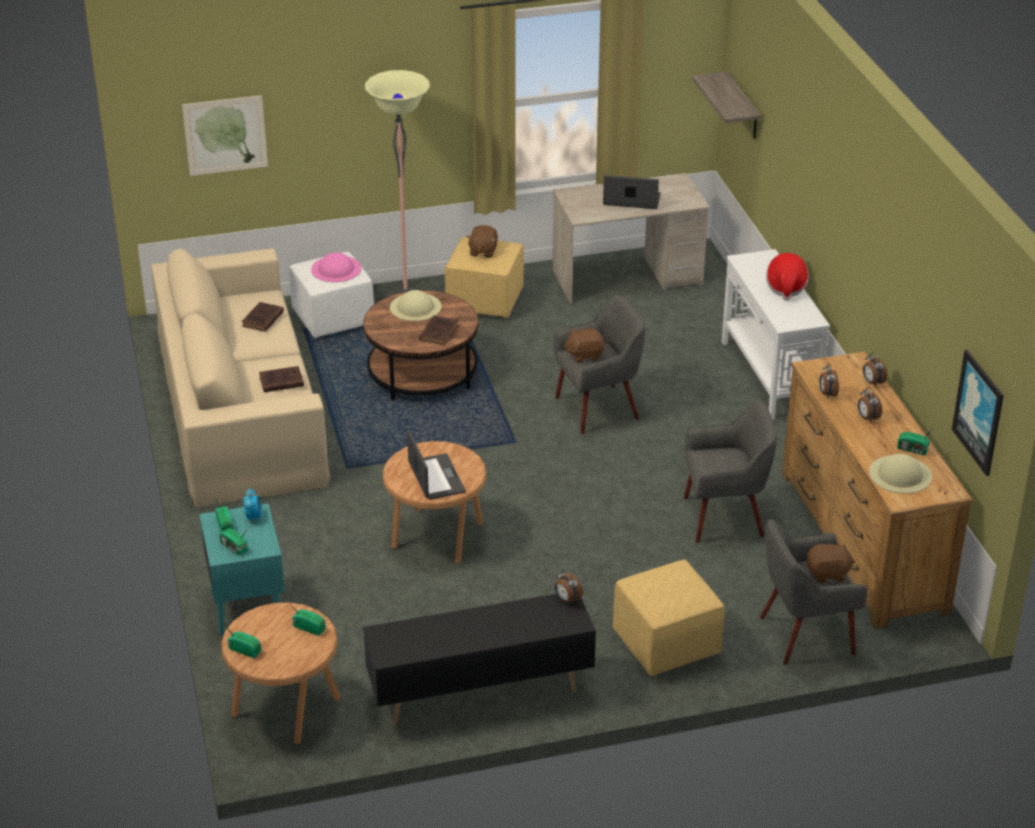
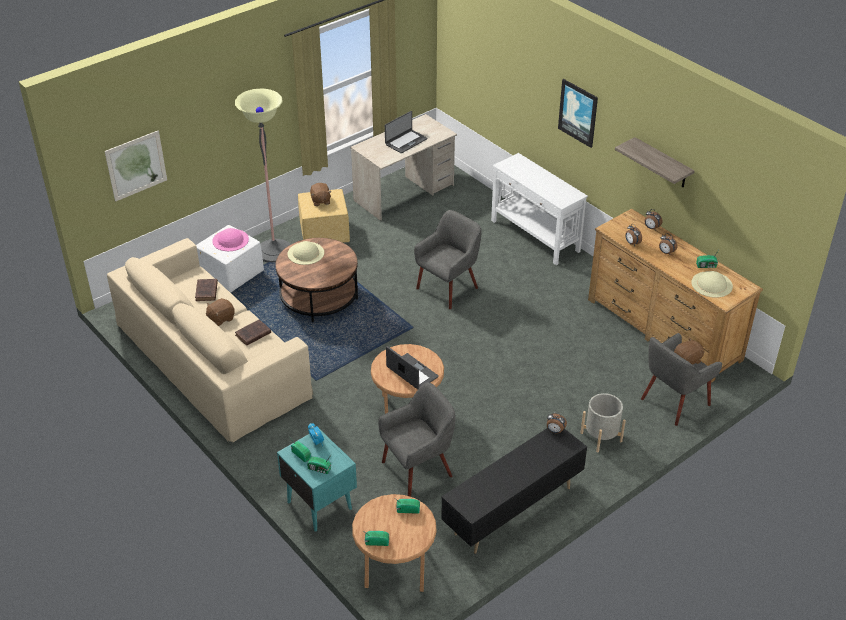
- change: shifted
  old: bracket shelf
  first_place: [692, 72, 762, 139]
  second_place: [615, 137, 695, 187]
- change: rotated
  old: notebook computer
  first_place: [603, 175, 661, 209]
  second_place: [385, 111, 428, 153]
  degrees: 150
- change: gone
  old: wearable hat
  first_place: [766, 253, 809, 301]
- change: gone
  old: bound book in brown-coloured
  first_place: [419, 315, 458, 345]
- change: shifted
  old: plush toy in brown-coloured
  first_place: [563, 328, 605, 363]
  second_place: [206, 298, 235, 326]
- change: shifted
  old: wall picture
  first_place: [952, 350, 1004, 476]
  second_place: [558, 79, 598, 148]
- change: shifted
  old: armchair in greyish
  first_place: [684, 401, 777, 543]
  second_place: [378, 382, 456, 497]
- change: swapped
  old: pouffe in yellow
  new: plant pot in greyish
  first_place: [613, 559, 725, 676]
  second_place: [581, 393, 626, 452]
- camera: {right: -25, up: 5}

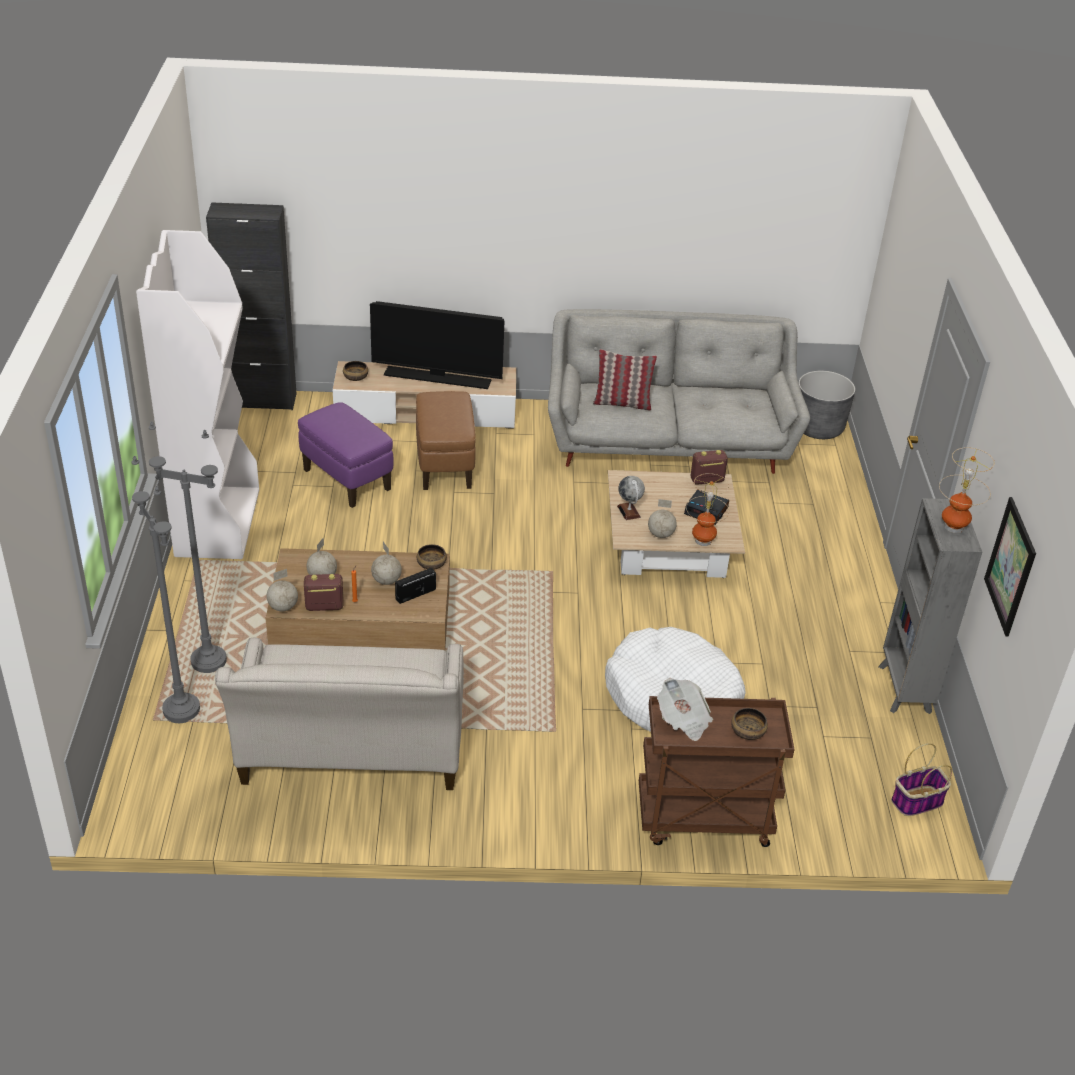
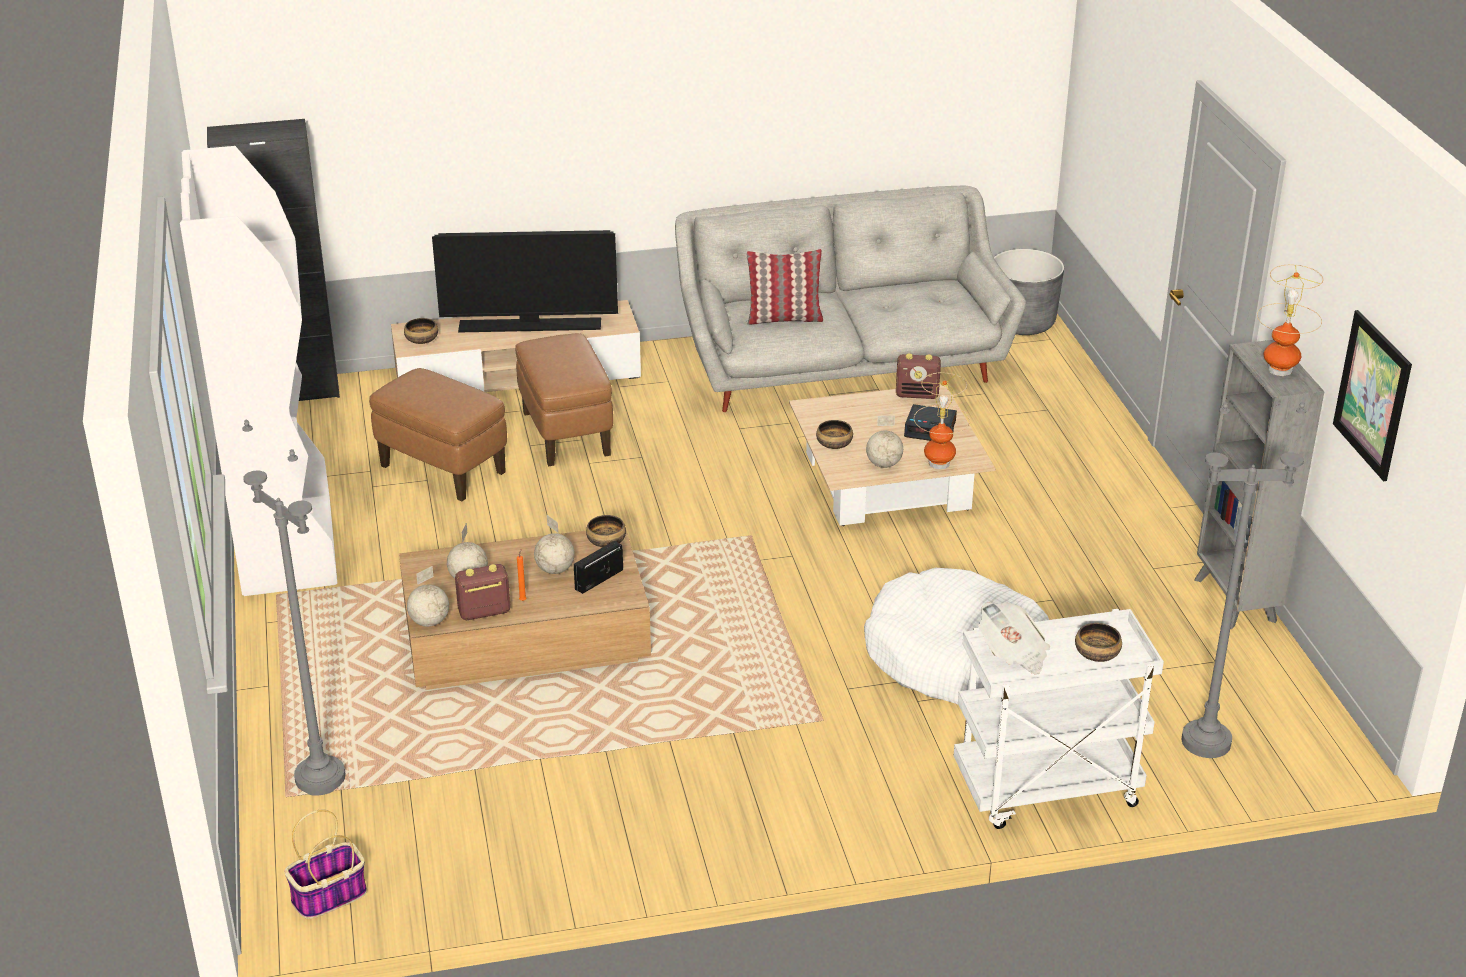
- change: repainted
  old: pouffe in purple
  new: pouffe in brown-coloured
  first_place: [298, 402, 393, 508]
  second_place: [369, 368, 507, 501]
- change: shifted
  old: floor lamp in greyish
  first_place: [149, 421, 227, 673]
  second_place: [1182, 402, 1306, 758]
- change: rotated
  old: radio set
  first_place: [691, 450, 728, 485]
  second_place: [896, 354, 941, 399]
  degrees: -150
- change: swapped
  old: globe
  new: serving bowl
  first_place: [617, 476, 645, 520]
  second_place: [816, 420, 853, 449]
- change: gone
  old: couch in sand-coloured
  first_place: [215, 638, 464, 790]
- change: repainted
  old: cart in brown-coloured
  new: cart in white-coloured
  first_place: [639, 696, 795, 847]
  second_place: [954, 609, 1164, 829]
- change: shifted
  old: basket
  first_place: [891, 743, 952, 816]
  second_place: [284, 810, 367, 919]
- camera: {right: -10, up: -5}

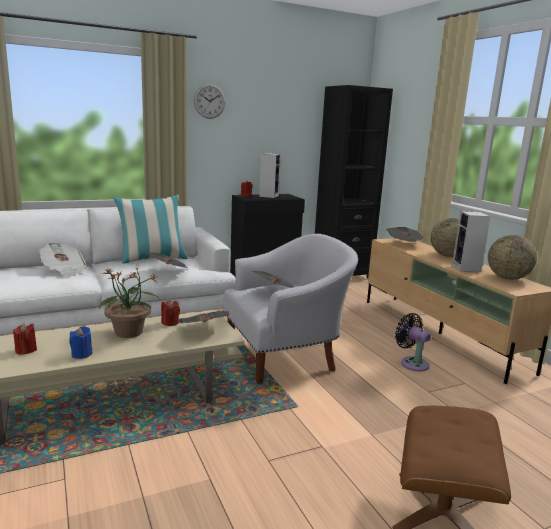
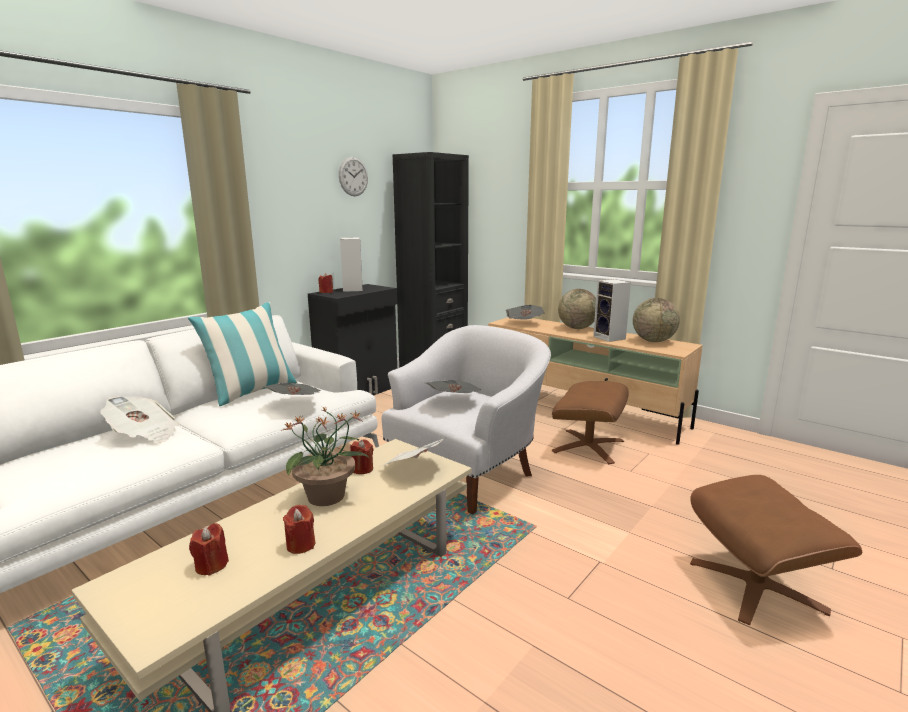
- change: shifted
  old: clock on the wall
  first_place: [194, 84, 226, 119]
  second_place: [339, 157, 368, 196]
- change: swapped
  old: fan in black-coloured
  new: pouffe in brown-coloured
  first_place: [395, 313, 431, 372]
  second_place: [552, 381, 629, 464]
- change: repainted
  old: wax candle in bluish
  new: wax candle in red
  first_place: [69, 326, 93, 359]
  second_place: [283, 505, 316, 554]
- camera: {right: -25, up: 0}

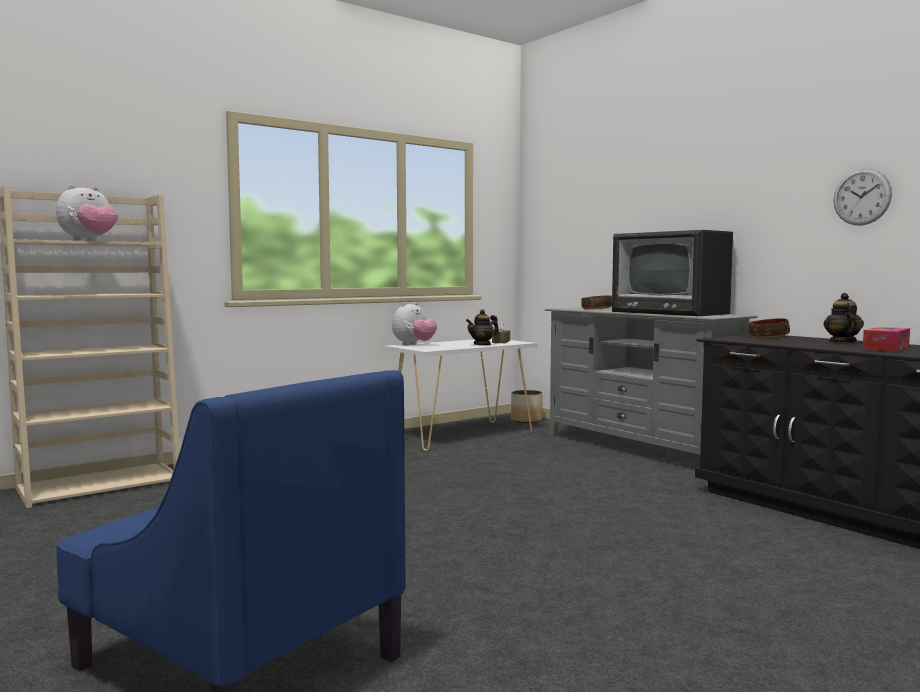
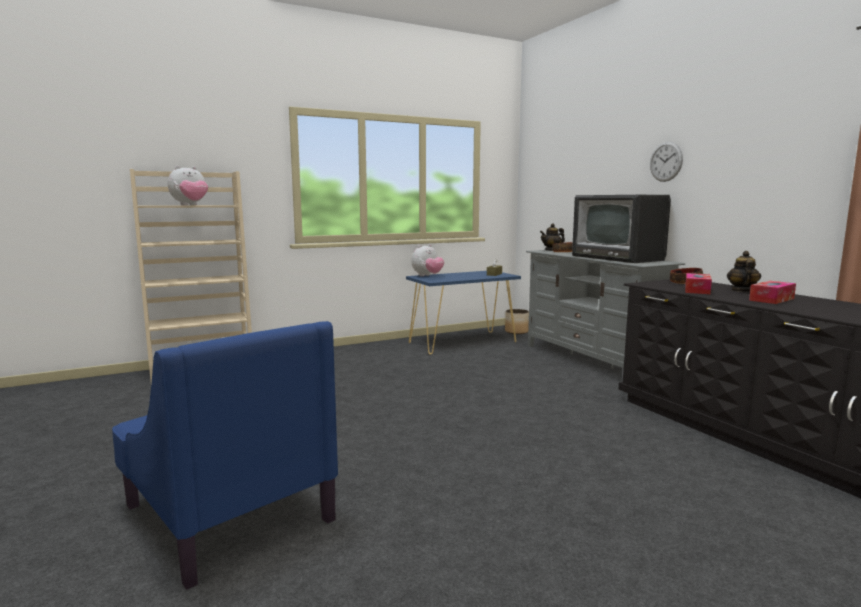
- change: shifted
  old: clock on the wall
  first_place: [833, 168, 892, 226]
  second_place: [650, 142, 683, 182]
- change: shifted
  old: teapot
  first_place: [466, 309, 499, 346]
  second_place: [540, 223, 565, 251]
- change: repainted
  old: hall table in white-coloured
  new: hall table in bluish
  first_place: [384, 338, 537, 451]
  second_place: [406, 271, 521, 354]
- change: new
  new: tissue holder
  second_place: [685, 273, 712, 294]
- camera: {right: 10, up: 5}

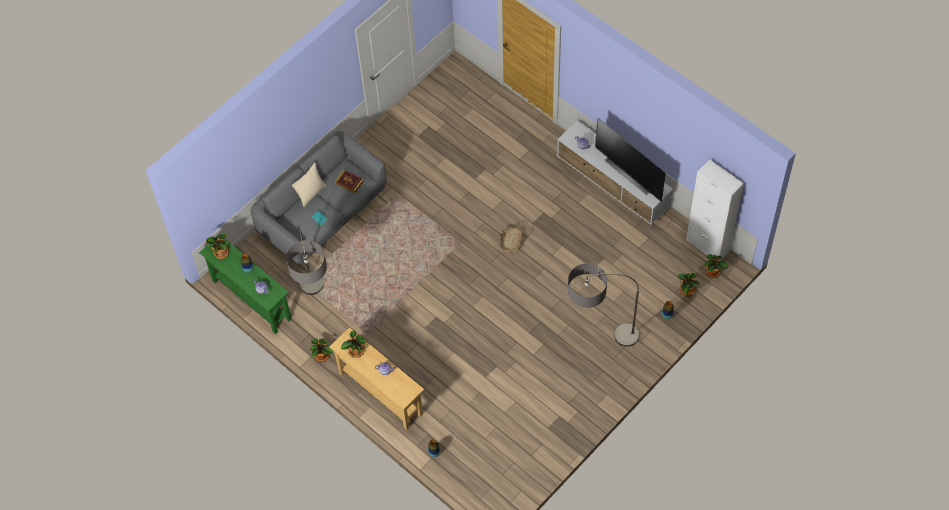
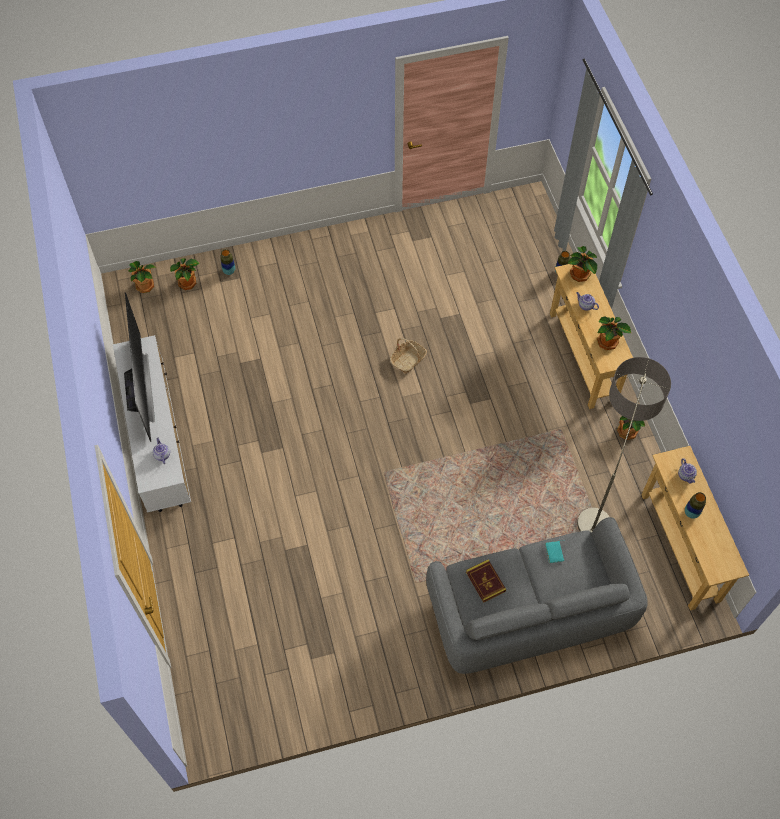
- change: gone
  old: cabinet in white-coloured
  first_place: [686, 159, 744, 260]
- change: gone
  old: cushion in sand-coloured
  first_place: [292, 163, 326, 207]
- change: shifted
  old: basket
  first_place: [499, 227, 522, 252]
  second_place: [390, 338, 427, 374]
- change: repainted
  old: hall table in green
  new: hall table in sand-coloured
  first_place: [199, 234, 292, 335]
  second_place: [641, 446, 749, 611]
- change: shifted
  old: houseplant
  first_place: [206, 234, 230, 259]
  second_place: [568, 246, 597, 282]
- change: gone
  old: floor lamp
  first_place: [568, 263, 639, 347]
- camera: {right: -150, up: 0}

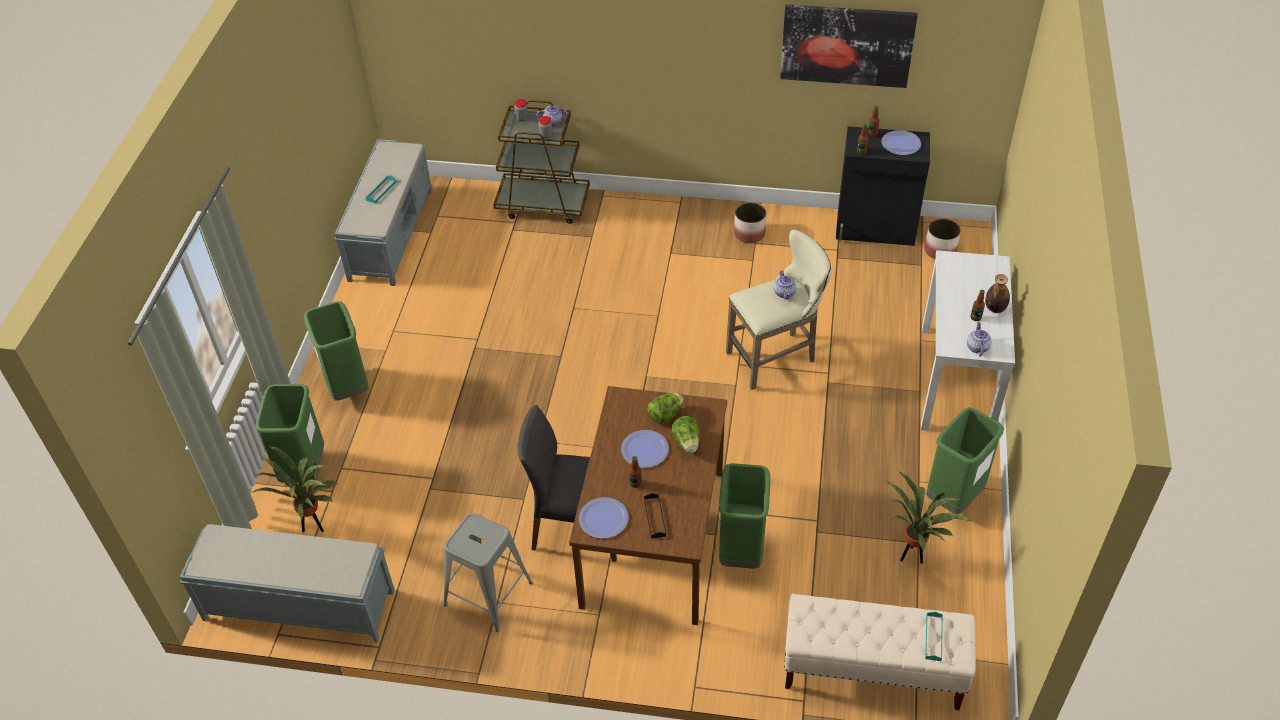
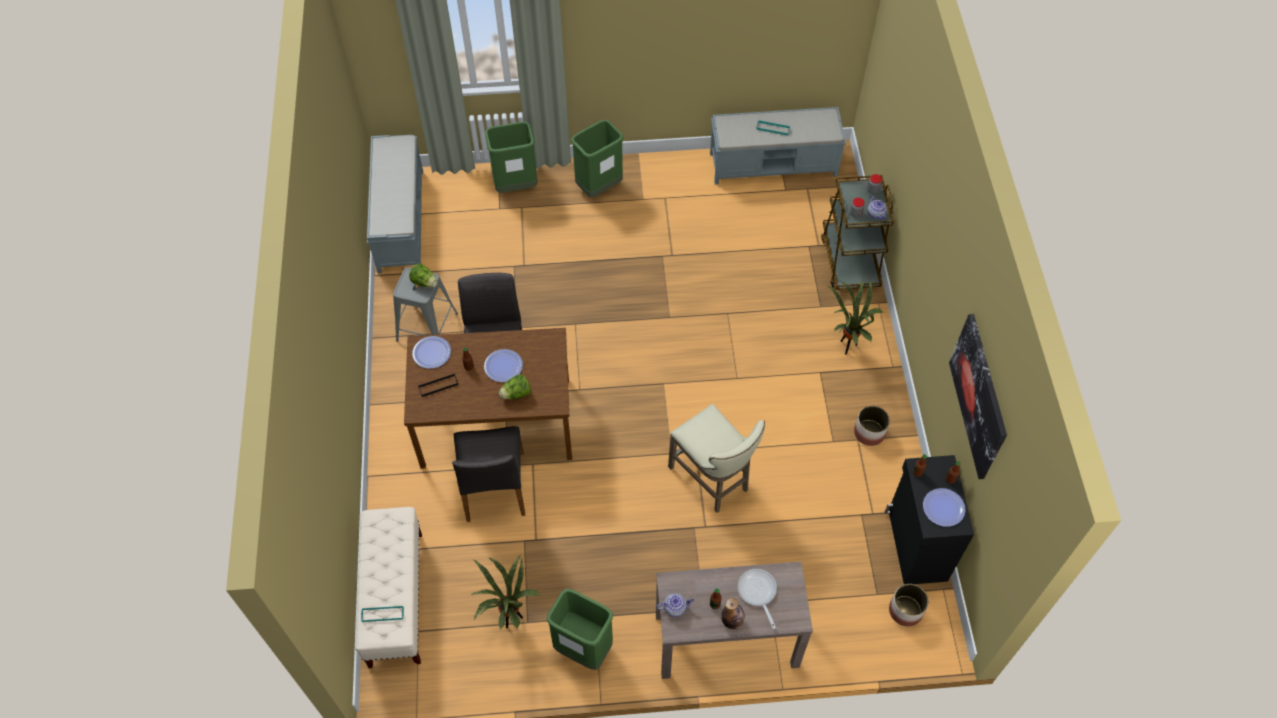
- change: repainted
  old: hall table in white-coloured
  new: hall table in brown-coloured
  first_place: [921, 250, 1015, 431]
  second_place: [656, 562, 813, 679]
- change: gone
  old: teapot
  first_place: [774, 271, 796, 299]
- change: shifted
  old: lettuce head
  first_place: [648, 393, 683, 424]
  second_place: [409, 263, 437, 288]
- change: shifted
  old: houseplant
  first_place: [252, 445, 337, 532]
  second_place: [828, 278, 884, 354]
- change: swapped
  old: trash can in green
  new: chair in greyish
  first_place: [719, 463, 771, 569]
  second_place: [452, 426, 525, 522]
- change: new
  new: skillet
  second_place: [738, 569, 777, 629]
- camera: {right: 75, up: 10}

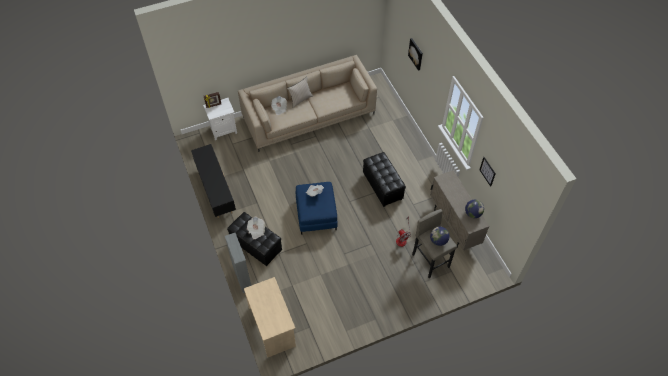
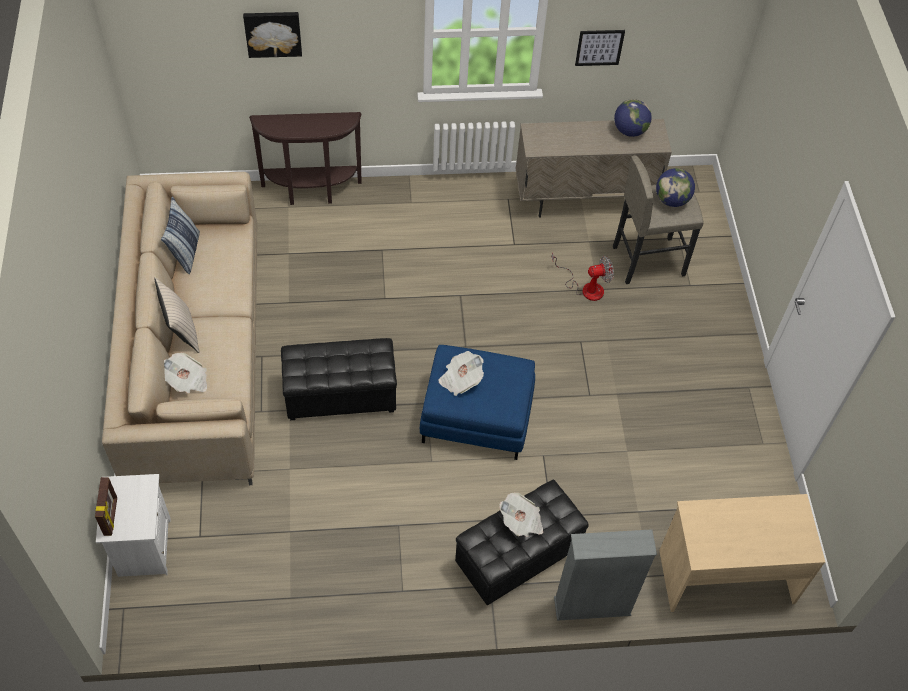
- change: gone
  old: tv stand in black-coloured
  first_place: [191, 144, 236, 218]
- change: shifted
  old: pouffe in black-coloured
  first_place: [363, 152, 406, 207]
  second_place: [281, 338, 397, 420]
- change: new
  new: hall table in brown-coloured
  second_place: [249, 112, 362, 205]
- change: new
  new: cushion
  second_place: [161, 197, 200, 274]
- camera: {right: -75, up: 0}

